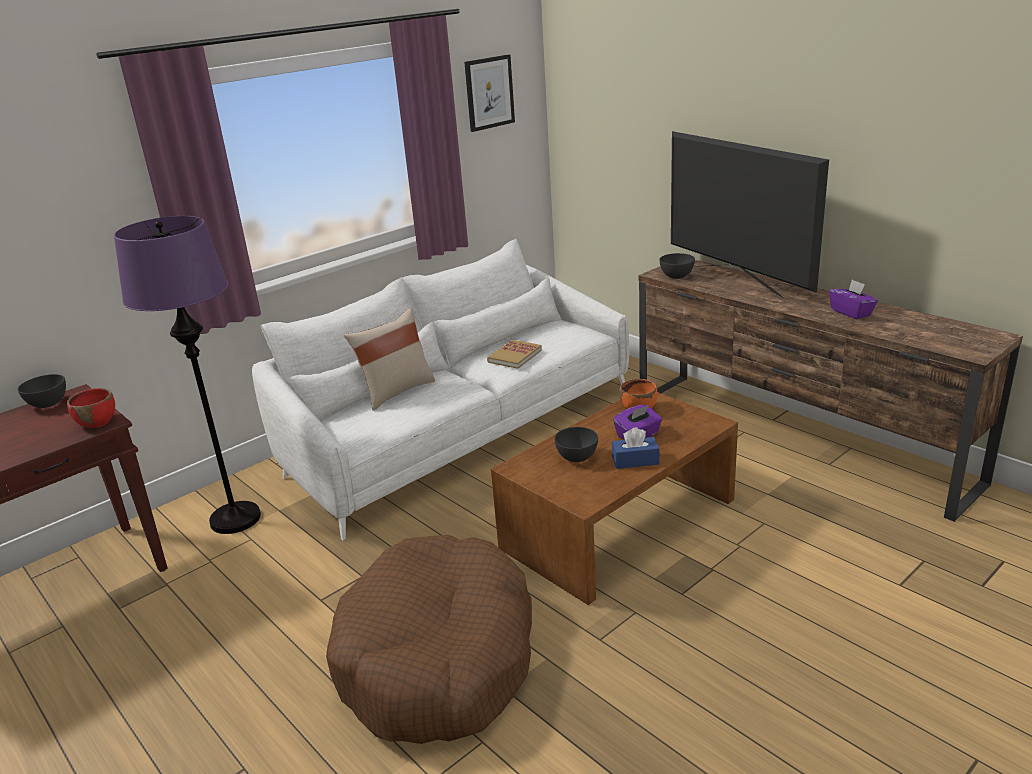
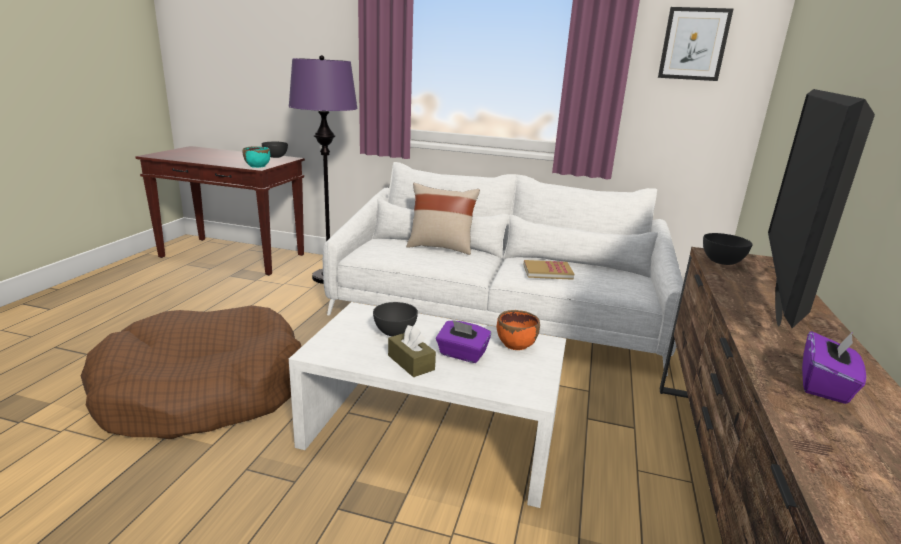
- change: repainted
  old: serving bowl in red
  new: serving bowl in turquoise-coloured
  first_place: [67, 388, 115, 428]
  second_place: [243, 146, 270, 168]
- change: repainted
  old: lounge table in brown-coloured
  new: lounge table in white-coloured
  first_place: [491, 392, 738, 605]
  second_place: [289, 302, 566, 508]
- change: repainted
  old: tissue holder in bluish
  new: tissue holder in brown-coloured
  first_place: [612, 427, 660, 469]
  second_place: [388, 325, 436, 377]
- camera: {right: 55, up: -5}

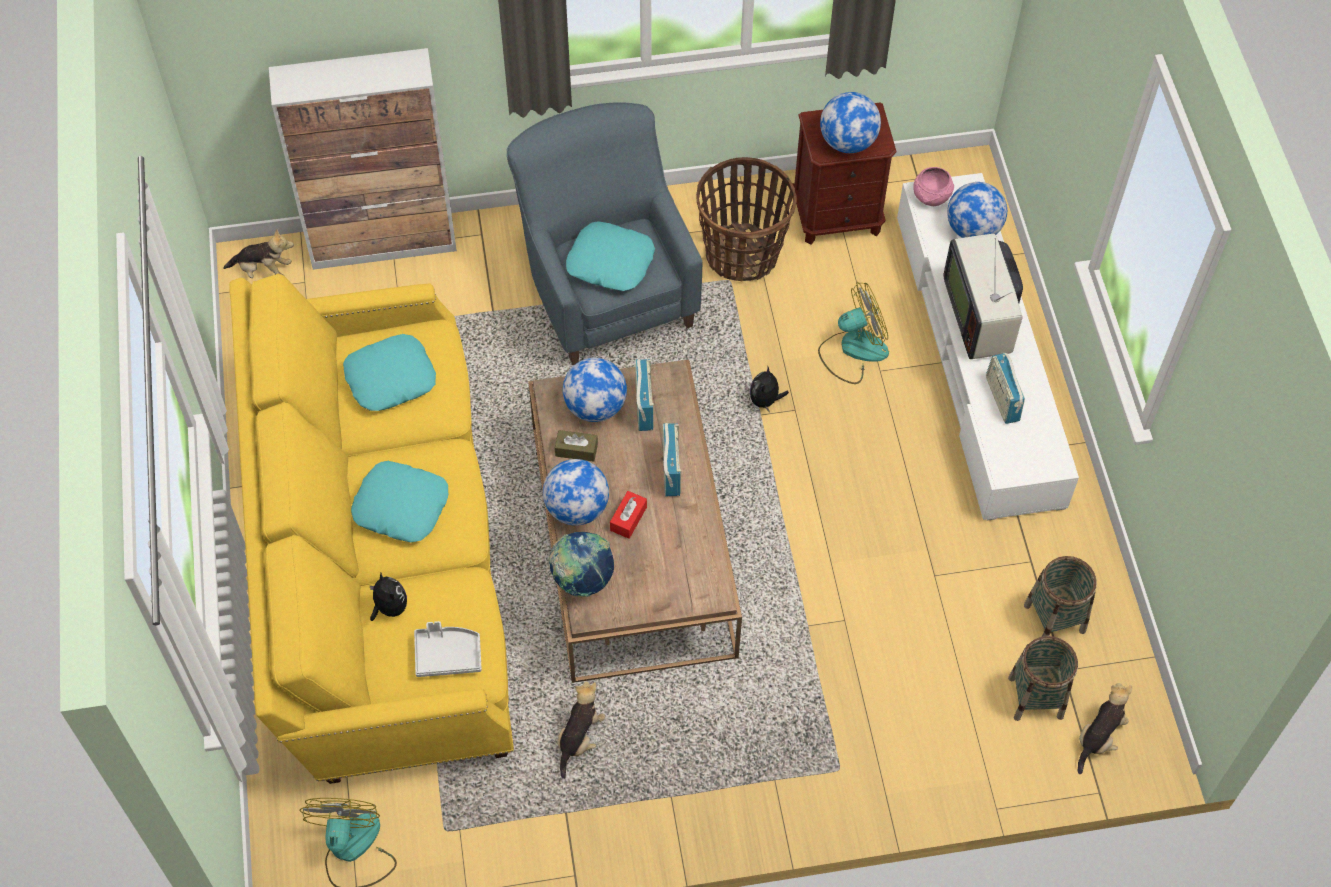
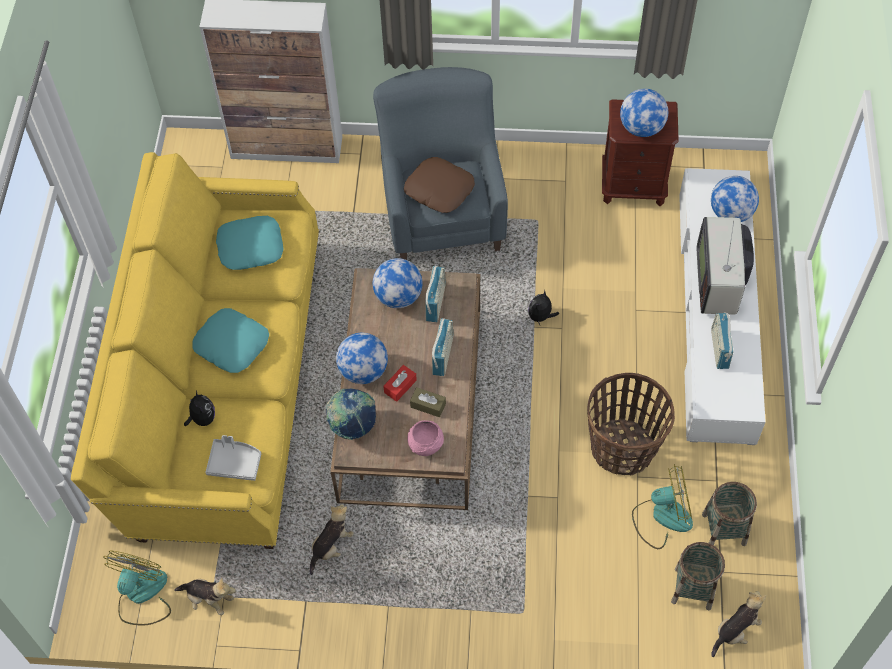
- change: shifted
  old: basket
  first_place: [696, 157, 797, 281]
  second_place: [587, 373, 675, 476]
- change: shifted
  old: serving bowl in pink
  first_place: [913, 167, 954, 206]
  second_place: [407, 420, 444, 456]
- change: repainted
  old: cushion in turquoise-coloured
  new: cushion in brown-coloured
  first_place: [566, 221, 655, 291]
  second_place: [404, 157, 475, 213]
- change: shifted
  old: plush toy
  first_place: [223, 228, 294, 278]
  second_place: [174, 577, 236, 615]
- change: shifted
  old: fan
  first_place: [818, 282, 889, 384]
  second_place: [632, 464, 693, 549]
- change: shifted
  old: tissue holder in brown-coloured
  first_place: [555, 430, 598, 462]
  second_place: [410, 387, 446, 417]
- camera: {right: 15, up: 0}

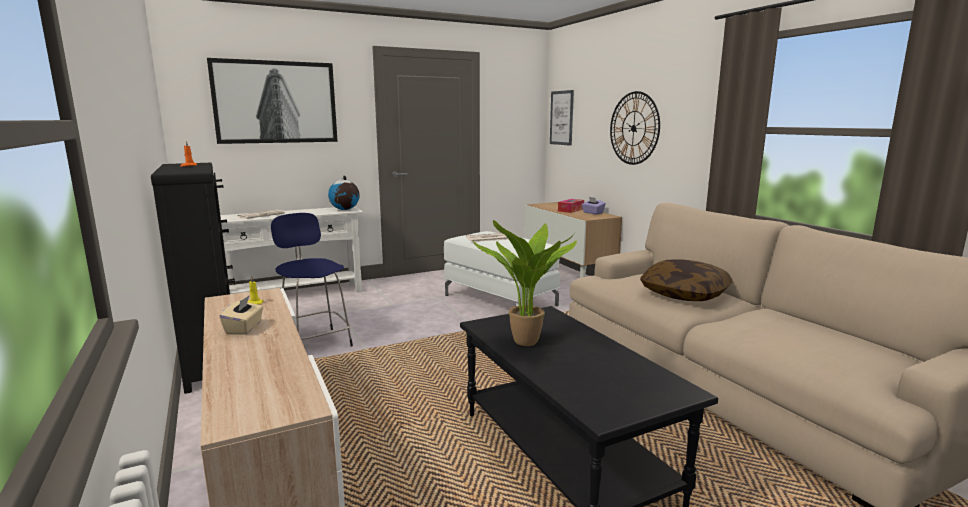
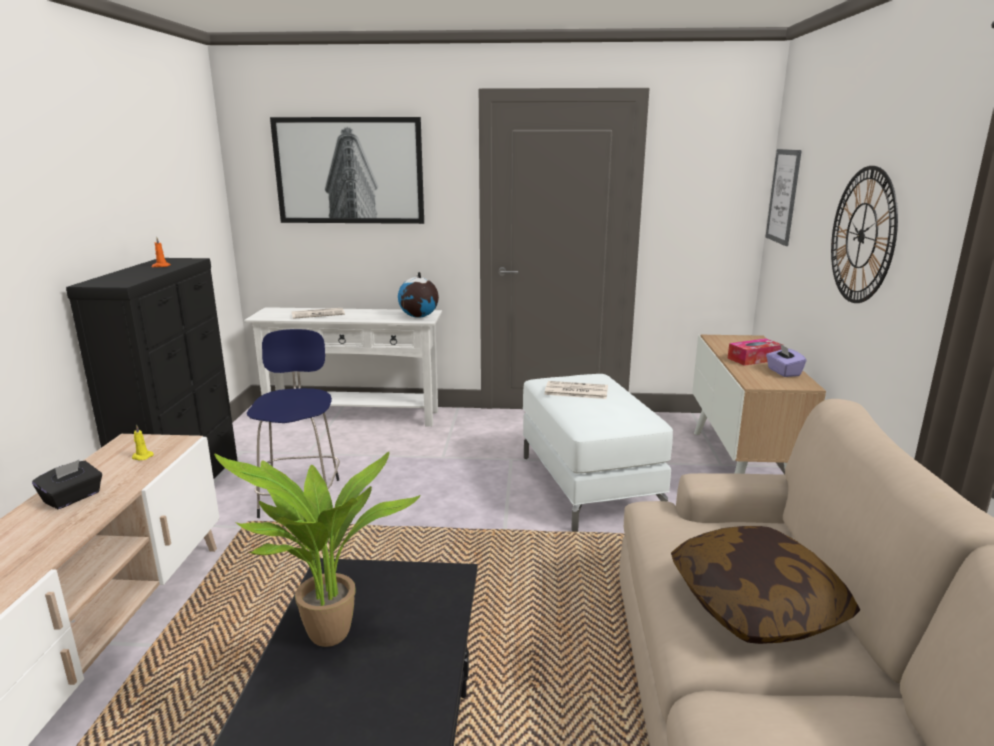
- change: repainted
  old: tissue holder in sand-coloured
  new: tissue holder in black-coloured
  first_place: [219, 295, 263, 335]
  second_place: [32, 460, 102, 509]
- camera: {right: 30, up: 5}

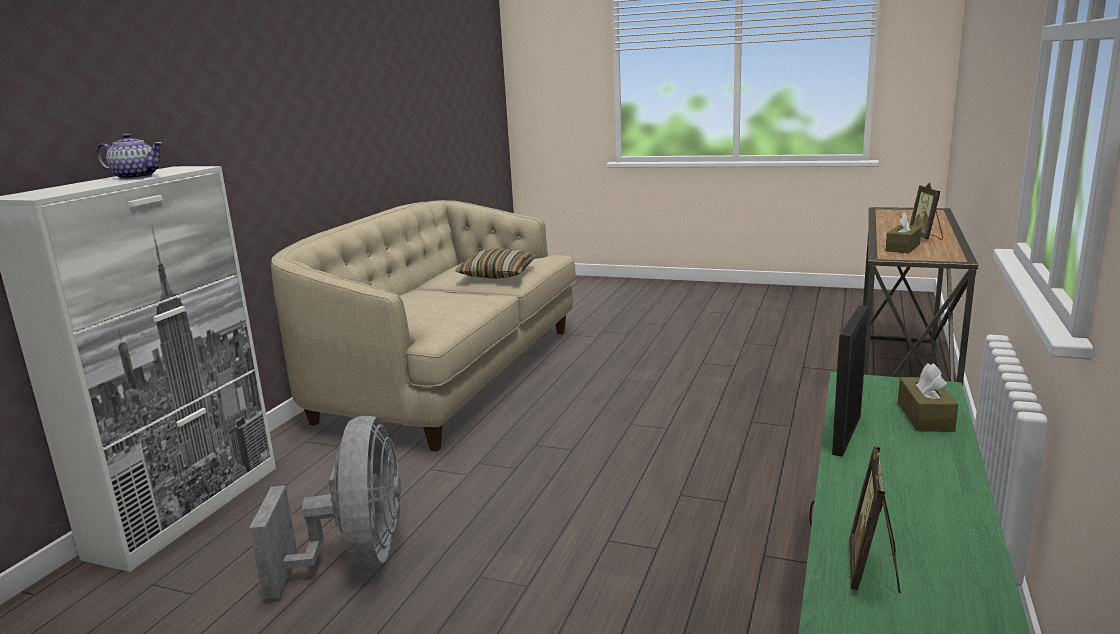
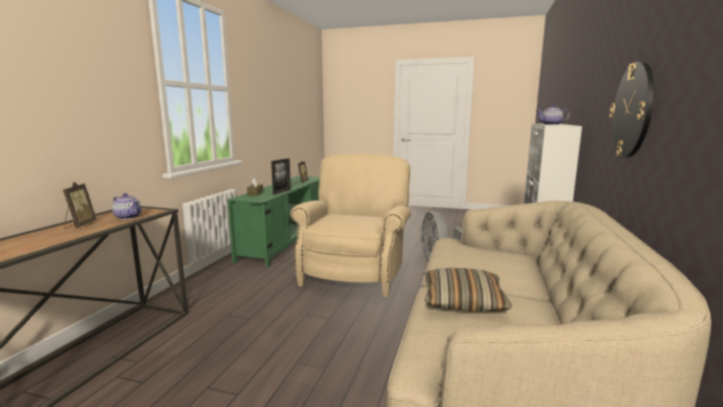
- change: swapped
  old: tissue holder in brown-coloured
  new: teapot
  first_place: [885, 212, 922, 253]
  second_place: [112, 193, 142, 220]
- change: new
  new: clock on the wall
  second_place: [609, 61, 654, 158]
- change: new
  new: armchair in sand-coloured
  second_place: [291, 153, 411, 297]
- camera: {right: 175, up: -5}

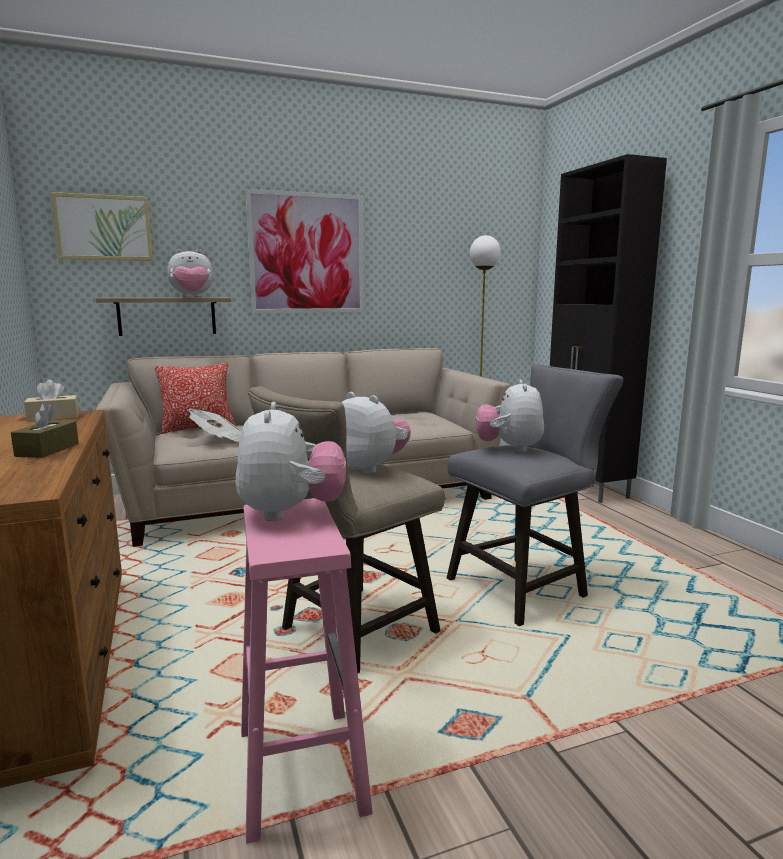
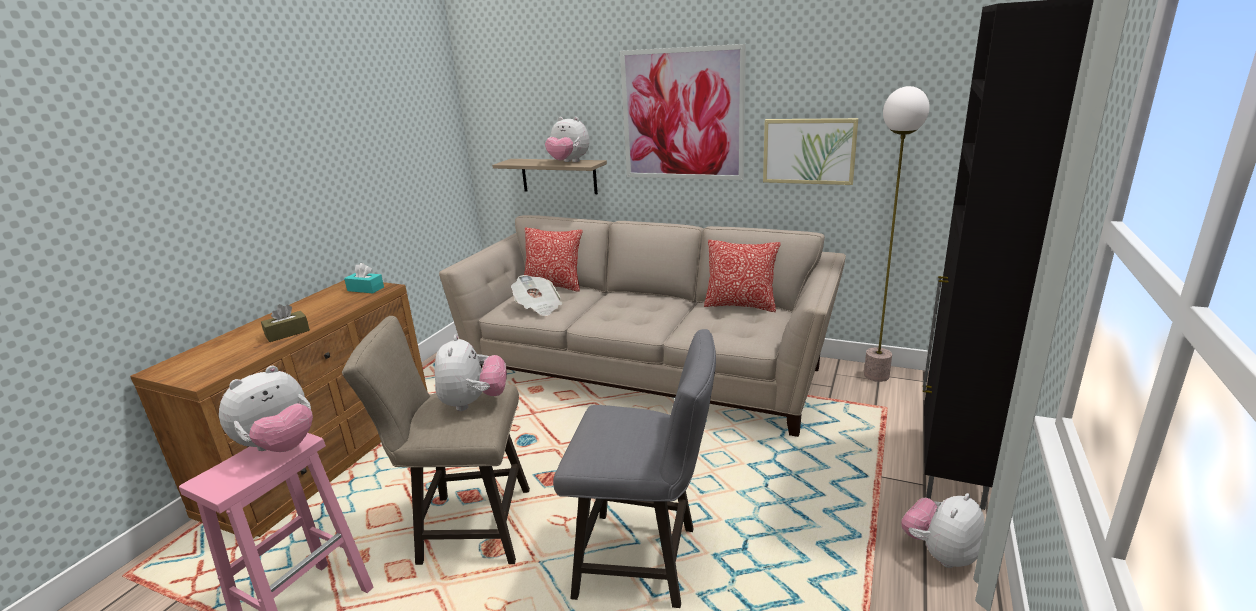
- change: shifted
  old: wall picture
  first_place: [51, 192, 153, 261]
  second_place: [763, 118, 858, 185]
- change: repainted
  old: tissue holder in sand-coloured
  new: tissue holder in turquoise-coloured
  first_place: [24, 379, 79, 422]
  second_place: [344, 263, 384, 293]
- change: shifted
  old: plush toy
  first_place: [476, 379, 544, 452]
  second_place: [901, 493, 984, 568]
- change: new
  new: cushion
  second_place: [704, 240, 781, 312]
- camera: {right: 45, up: 10}

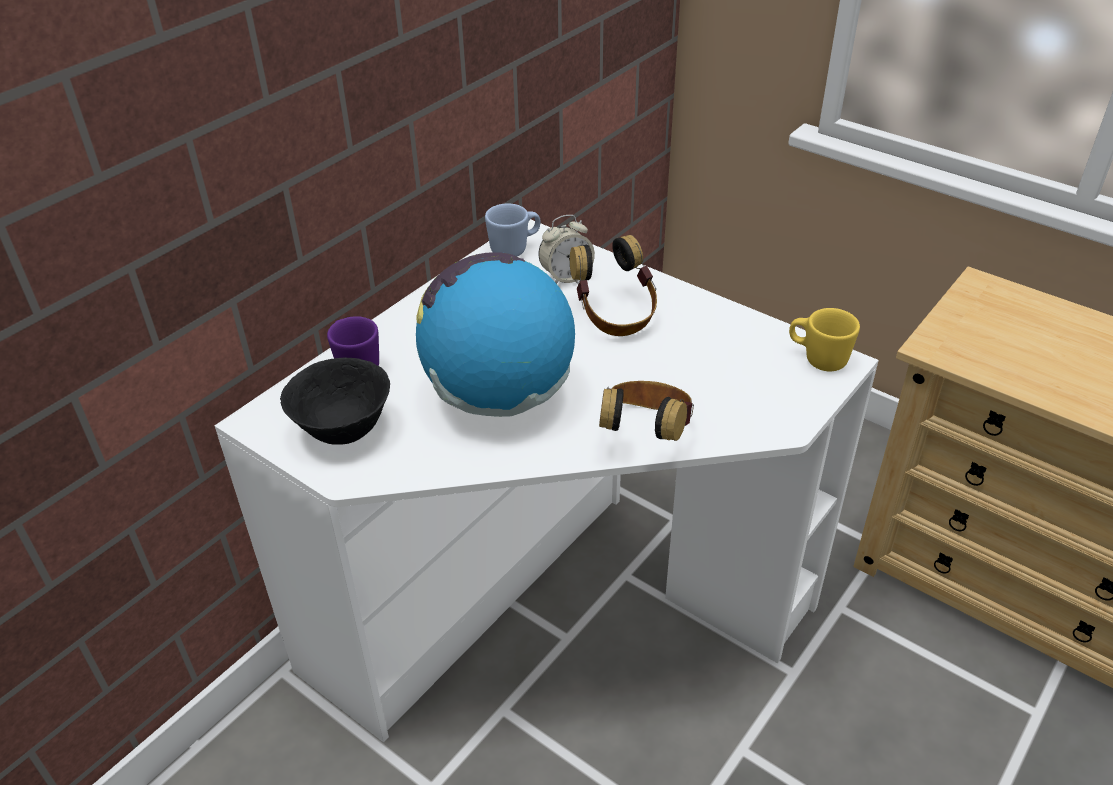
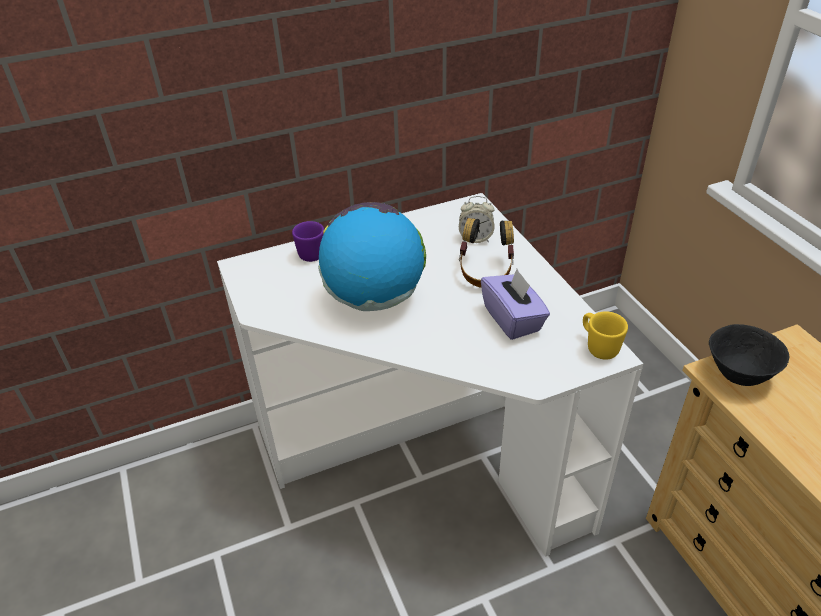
- change: gone
  old: mug in bluish
  first_place: [485, 203, 541, 257]
- change: shifted
  old: serving bowl in black-coloured
  first_place: [280, 358, 390, 445]
  second_place: [709, 324, 789, 386]
- change: gone
  old: headset
  first_place: [599, 381, 694, 441]
- change: new
  new: tissue holder in purple
  second_place: [481, 269, 550, 340]
- camera: {right: 30, up: 0}

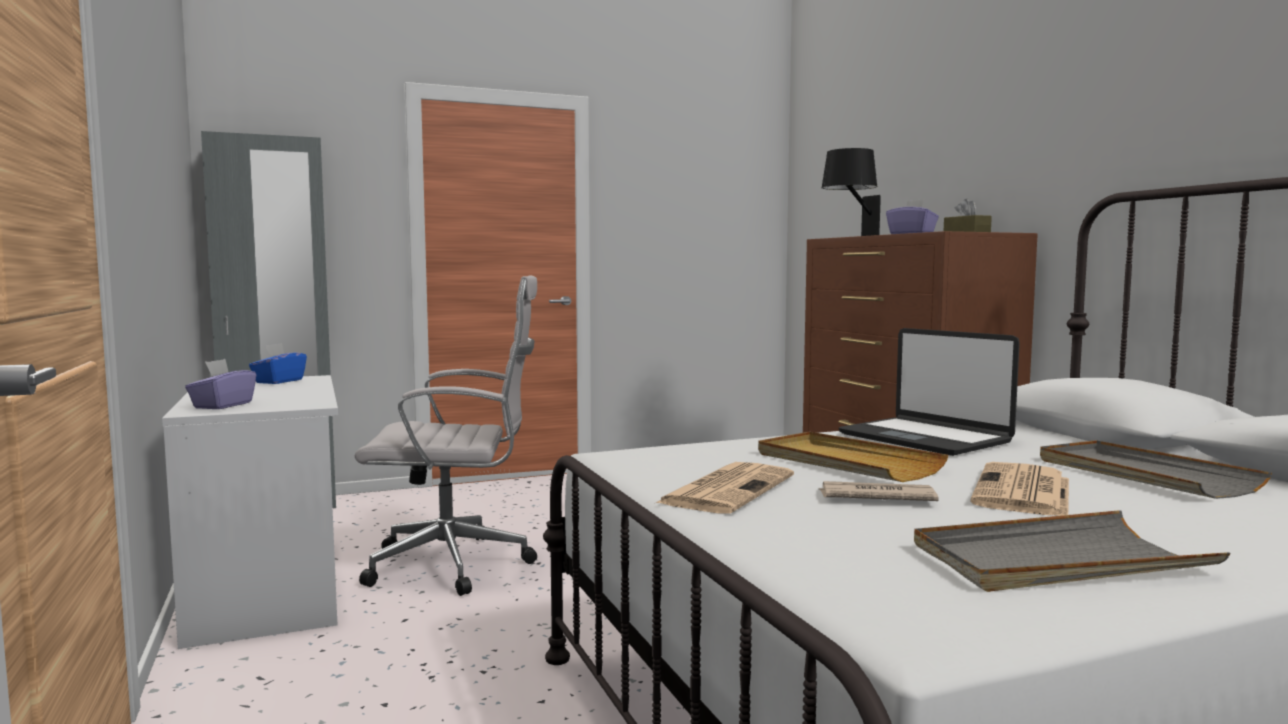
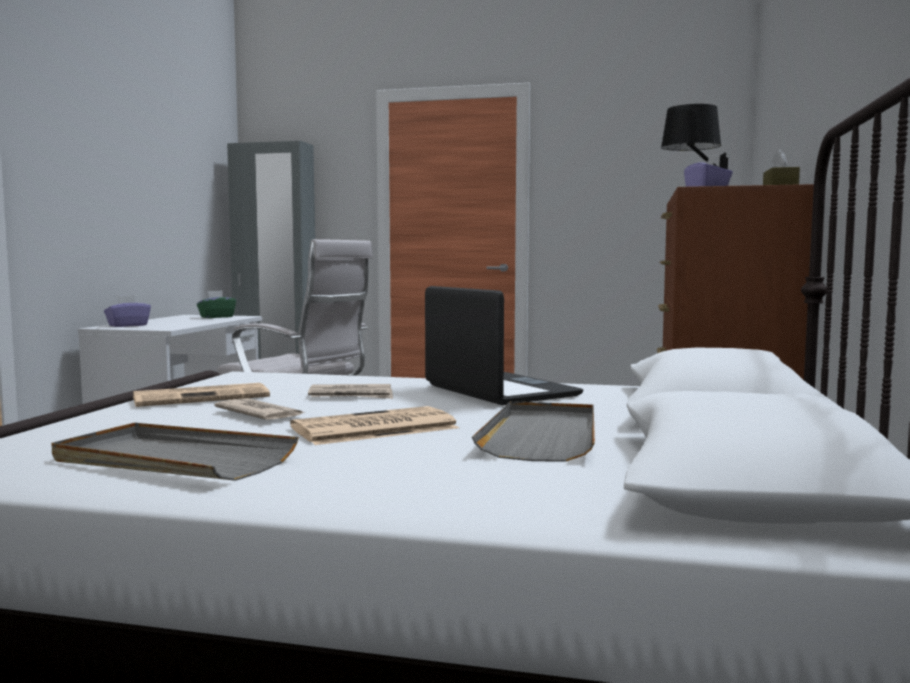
- change: rotated
  old: notebook computer
  first_place: [839, 328, 1020, 456]
  second_place: [425, 286, 583, 405]
  degrees: 150
- change: repainted
  old: tissue holder in bluish
  new: tissue holder in green
  first_place: [249, 343, 307, 384]
  second_place: [197, 290, 236, 318]
- change: swapped
  old: carrying tray in sand-coloured
  new: printed paper
  first_place: [758, 432, 948, 482]
  second_place: [308, 384, 393, 399]
- camera: {right: 35, up: 0}

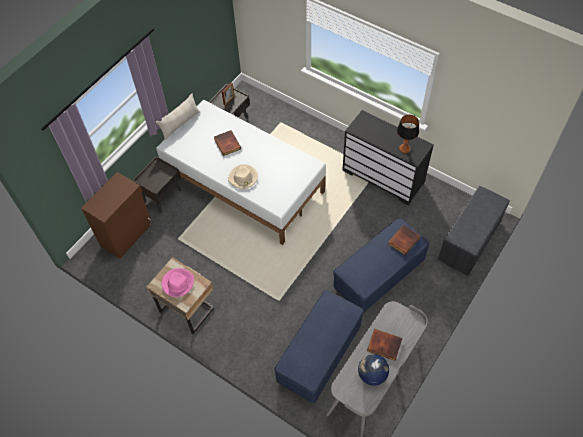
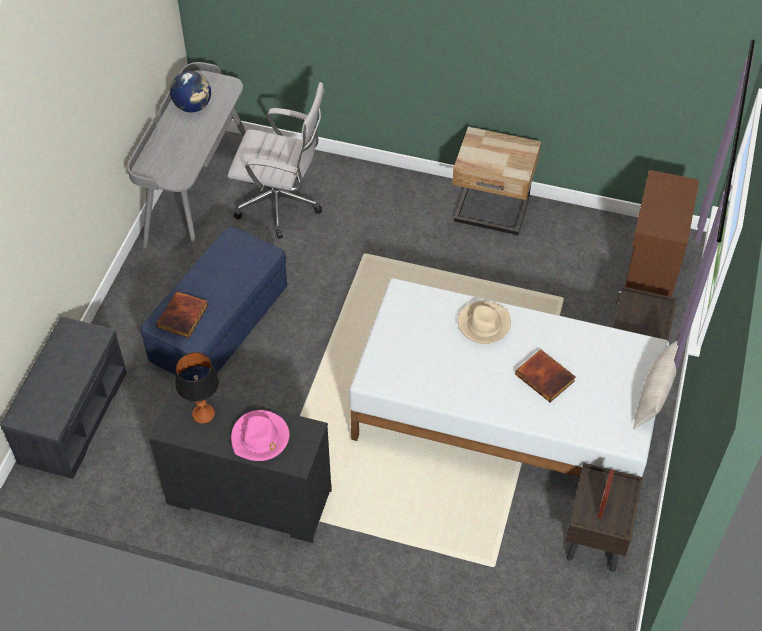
- change: shifted
  old: wearable hat in pink
  first_place: [162, 268, 194, 297]
  second_place: [231, 410, 289, 461]
- change: swapped
  old: pouffe in bluish
  new: desk chair in white-coloured
  first_place: [274, 291, 364, 403]
  second_place: [228, 82, 324, 239]
- change: gone
  old: bound book
  first_place: [367, 329, 403, 361]
- camera: {right: 160, up: -5}

